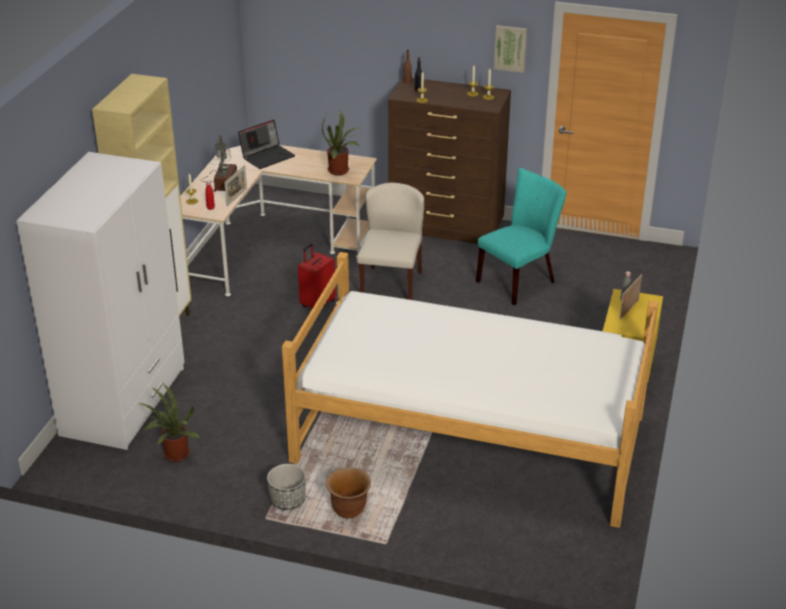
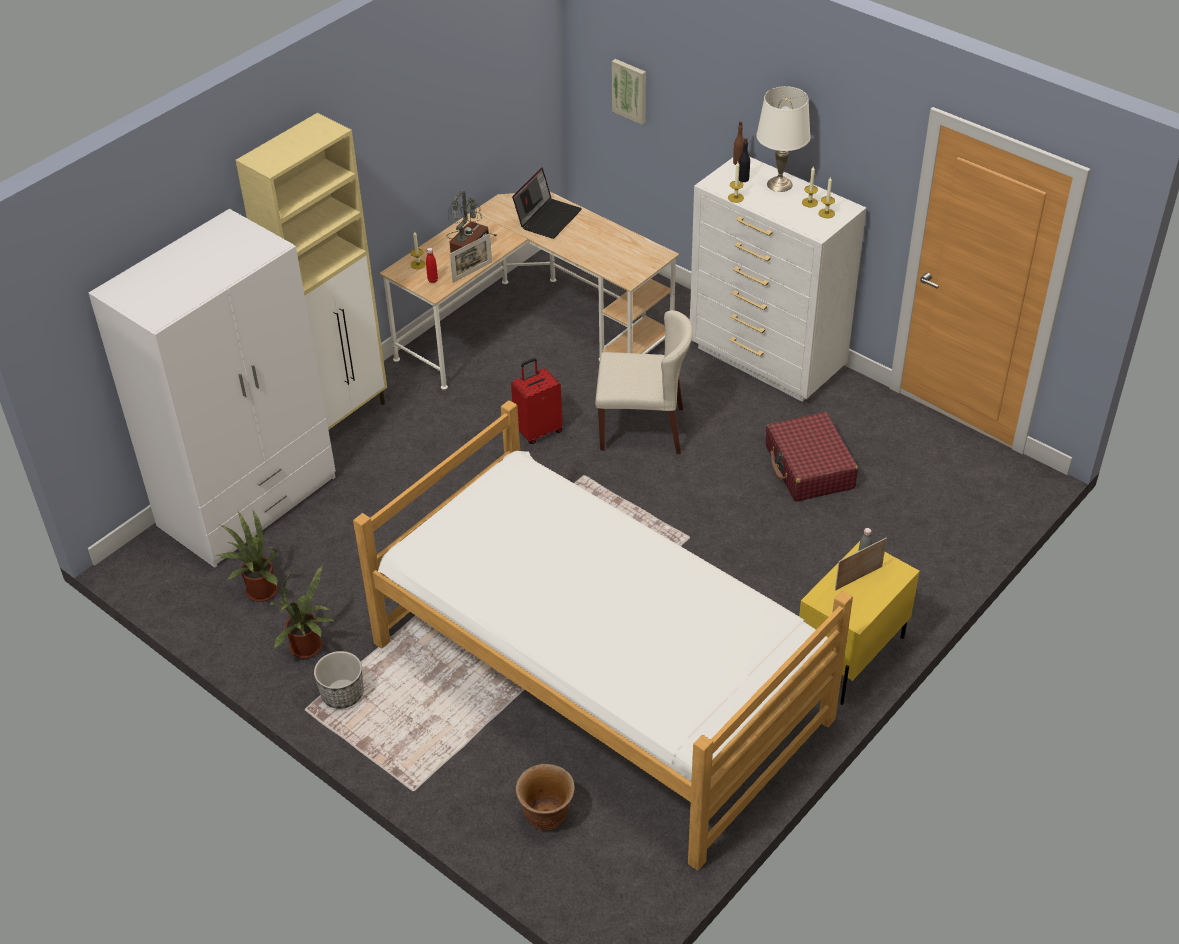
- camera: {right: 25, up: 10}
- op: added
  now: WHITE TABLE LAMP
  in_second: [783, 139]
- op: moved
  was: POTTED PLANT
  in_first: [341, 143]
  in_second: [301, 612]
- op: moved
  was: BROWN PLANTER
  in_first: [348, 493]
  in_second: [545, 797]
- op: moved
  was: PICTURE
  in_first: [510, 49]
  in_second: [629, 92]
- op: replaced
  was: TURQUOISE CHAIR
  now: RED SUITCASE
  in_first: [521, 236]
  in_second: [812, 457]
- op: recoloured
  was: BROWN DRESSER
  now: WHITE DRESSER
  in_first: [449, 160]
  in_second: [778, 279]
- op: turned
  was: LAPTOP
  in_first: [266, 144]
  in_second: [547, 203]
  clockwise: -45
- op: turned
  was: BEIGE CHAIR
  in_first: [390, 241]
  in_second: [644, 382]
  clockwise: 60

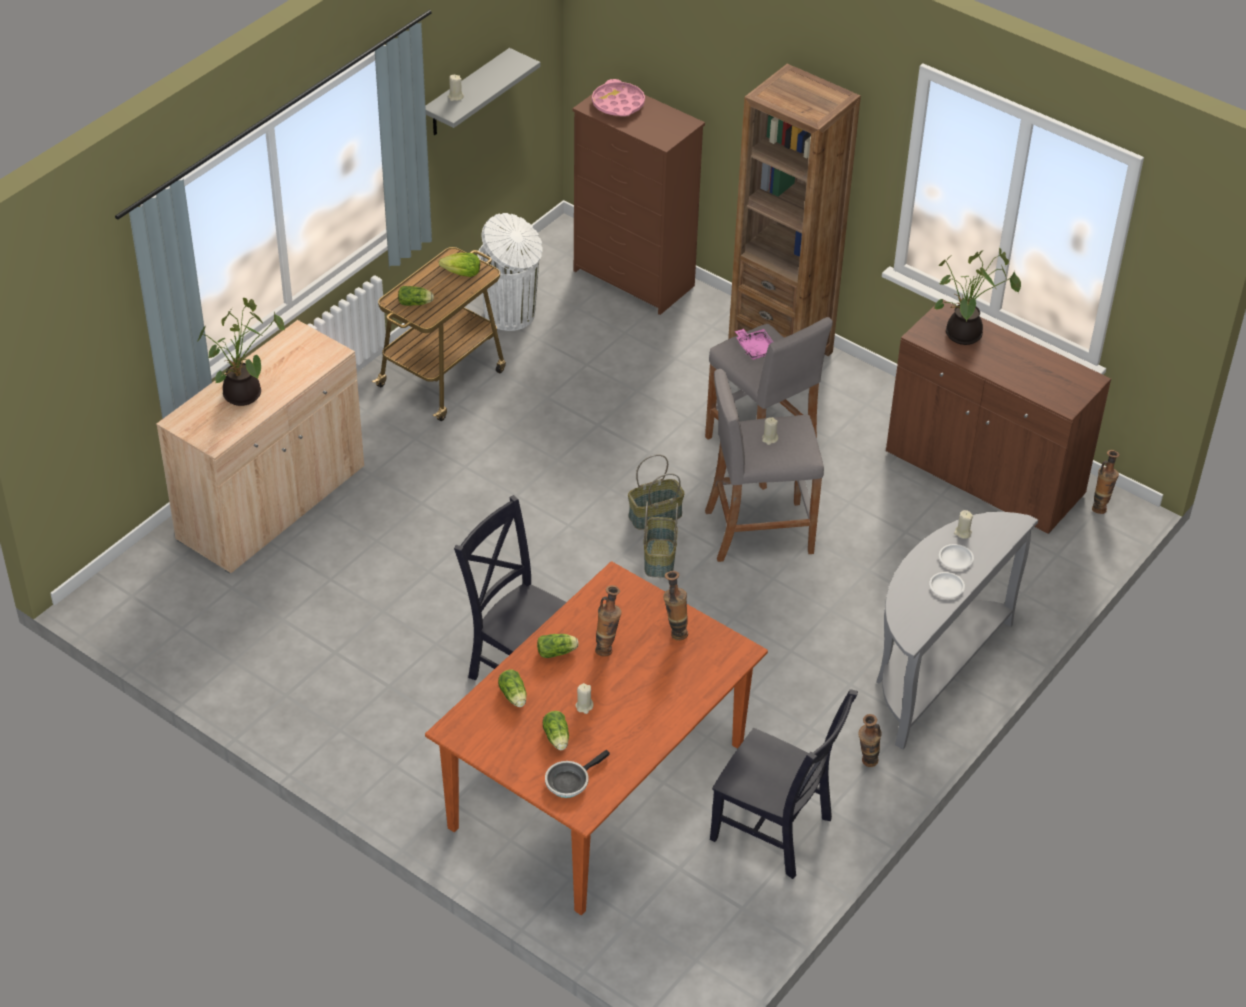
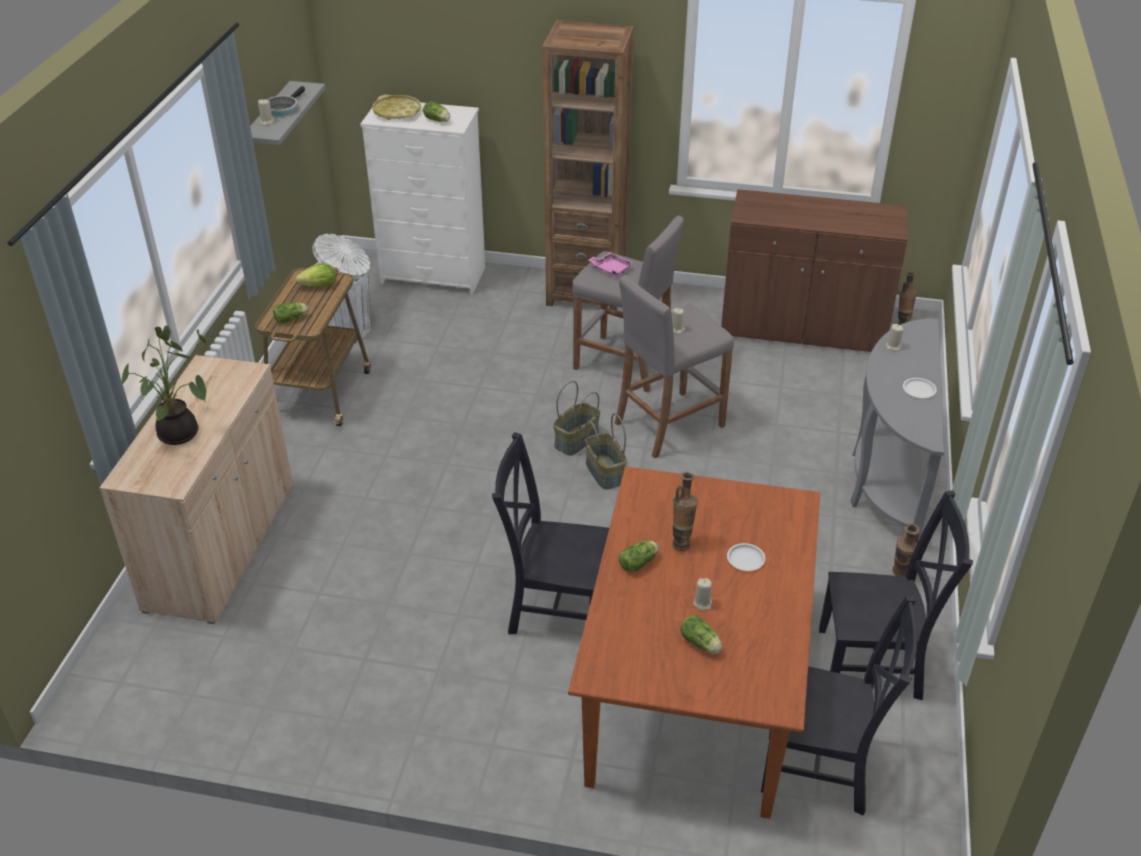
- camera: {right: -25, up: -5}
- op: removed
  was: VASE
  in_first: [675, 606]
- op: removed
  was: POTTED PLANT
  in_first: [978, 296]
- op: added
  now: BLACK CHAIR
  in_second: [839, 705]
- op: moved
  was: LETTUCE
  in_first: [512, 688]
  in_second: [436, 111]
- op: moved
  was: FRYING PAN
  in_first: [577, 774]
  in_second: [286, 101]
- op: moved
  was: WHITE PLATE
  in_first: [956, 556]
  in_second: [746, 557]
- op: recoloured
  was: BROWN DRESSER
  now: WHITE DRESSER
  in_first: [639, 204]
  in_second: [422, 198]
- op: recoloured
  was: PINK TRAY
  now: YELLOW TRAY
  in_first: [618, 97]
  in_second: [396, 107]

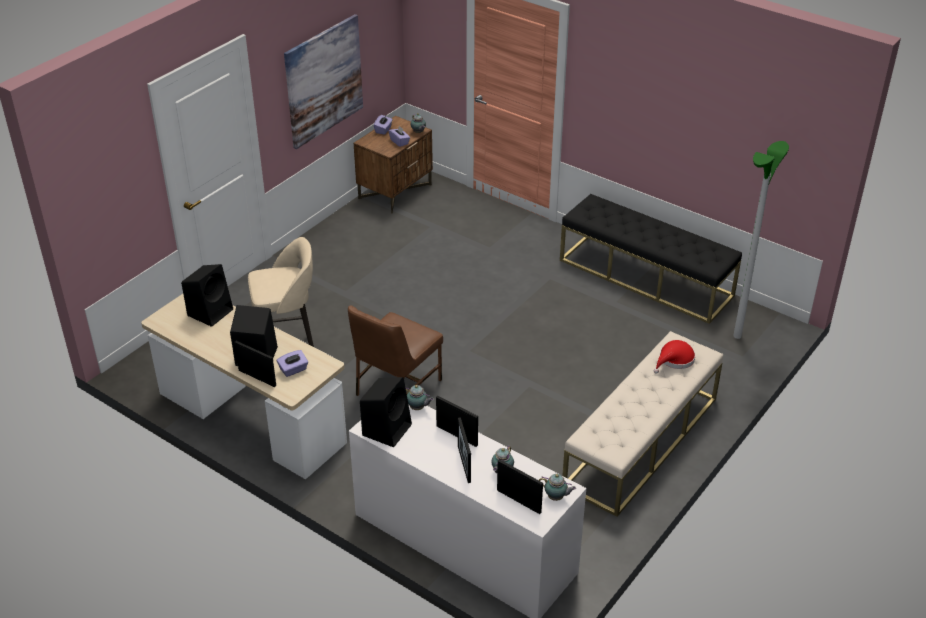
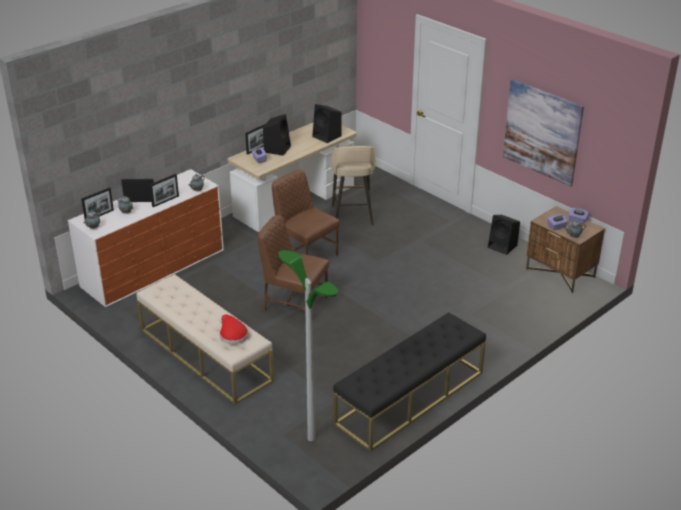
- camera: {right: 100, up: -5}
- op: added
  now: BROWN CHAIR
  in_second: [293, 263]
- op: moved
  was: BLACK SPEAKER
  in_first: [386, 412]
  in_second: [504, 235]

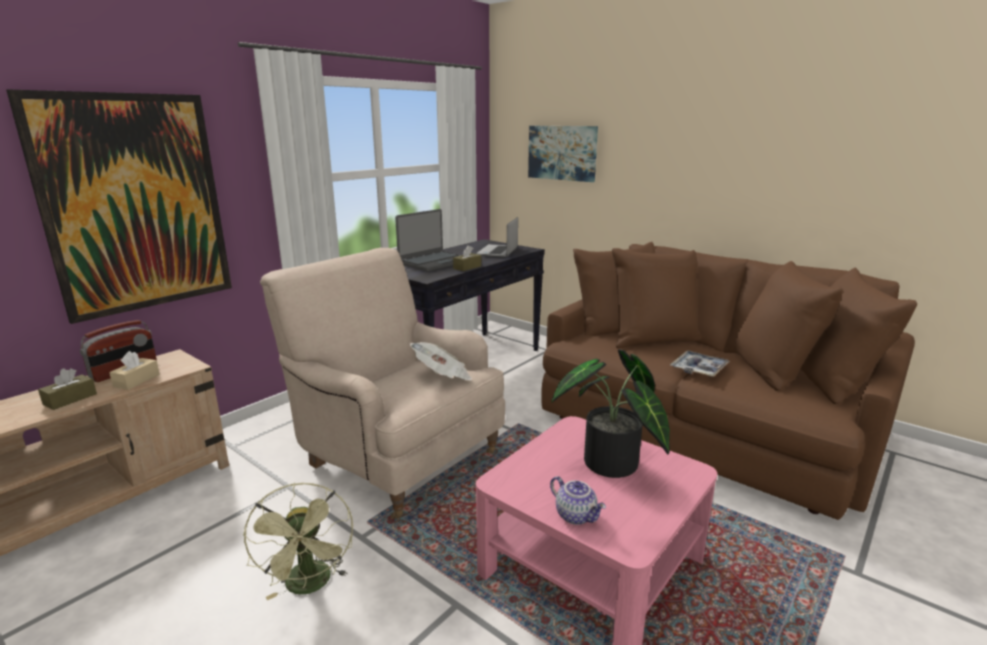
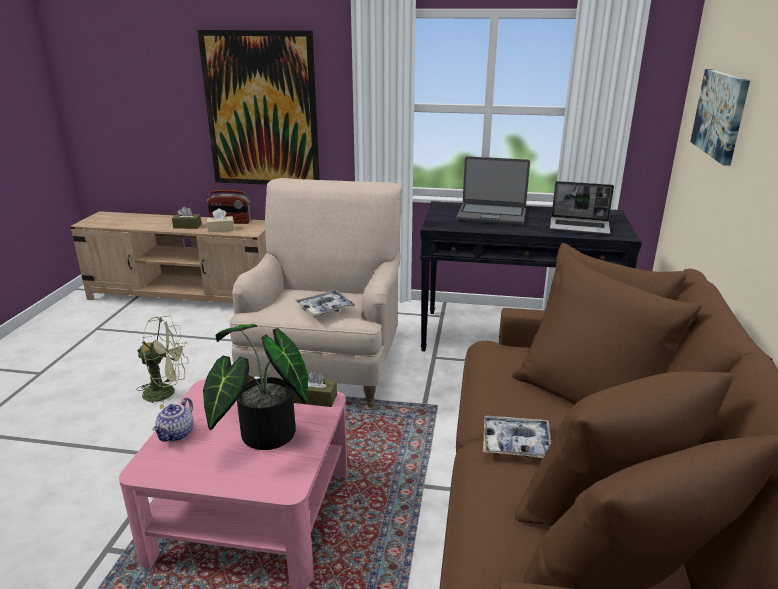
- camera: {right: 60, up: 5}
- op: moved
  was: BROWN TISSUE BOX
  in_first: [467, 258]
  in_second: [315, 389]
- op: replaced
  was: NEWSPAPER
  now: TRAY
  in_first: [441, 361]
  in_second: [325, 303]
- op: turned
  was: GREEN FAN
  in_first: [298, 541]
  in_second: [162, 362]
  clockwise: -135
- op: turned
  was: LAPTOP
  in_first: [497, 237]
  in_second: [582, 207]
  clockwise: -150

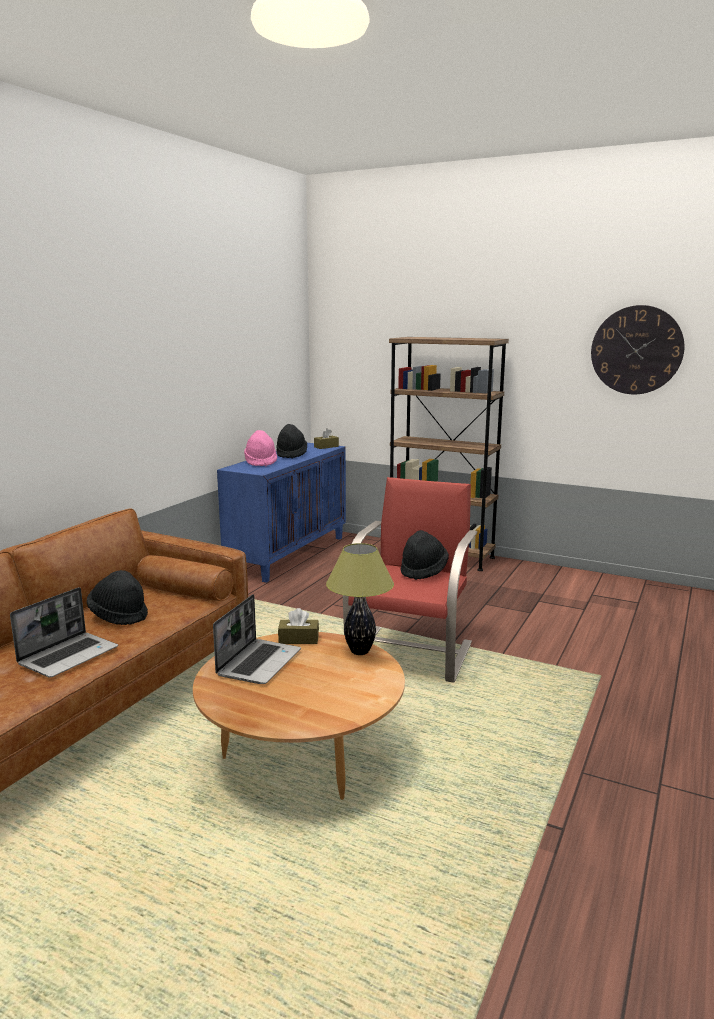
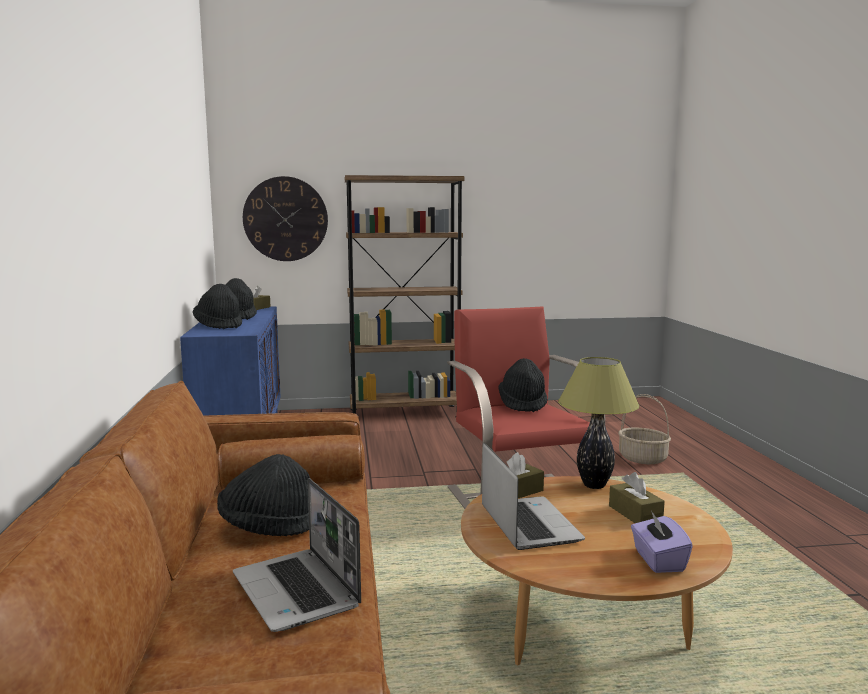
- camera: {right: -35, up: -5}
- op: added
  now: BROWN TISSUE BOX
  in_second: [637, 497]
- op: added
  now: BASKET
  in_second: [644, 429]
- op: added
  now: PURPLE TISSUE BOX
  in_second: [662, 542]
- op: moved
  was: WALL CLOCK
  in_first: [637, 349]
  in_second: [285, 218]
- op: recoloured
  was: PINK HAT
  now: BLACK HAT
  in_first: [260, 448]
  in_second: [217, 306]
- op: turned
  was: LAPTOP
  in_first: [64, 632]
  in_second: [297, 555]
  clockwise: 150

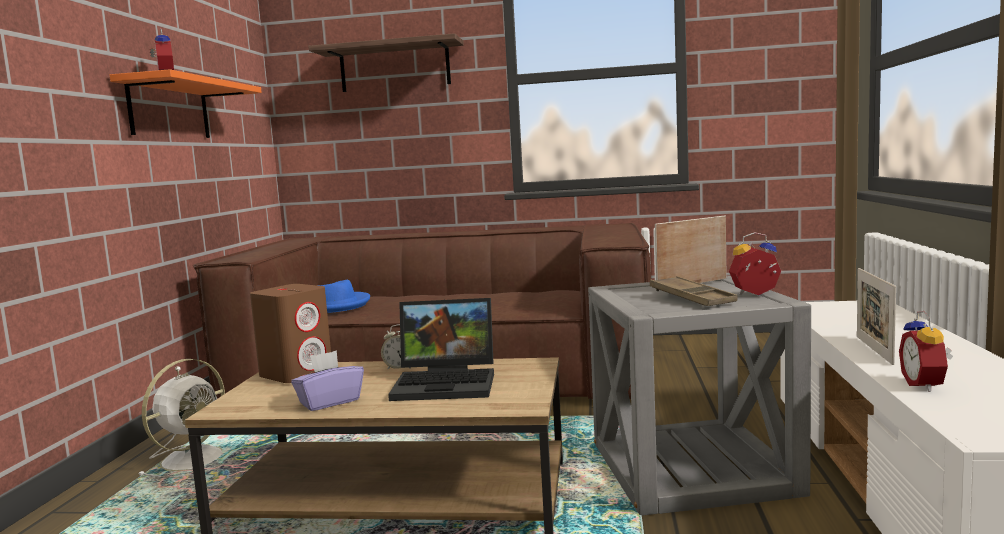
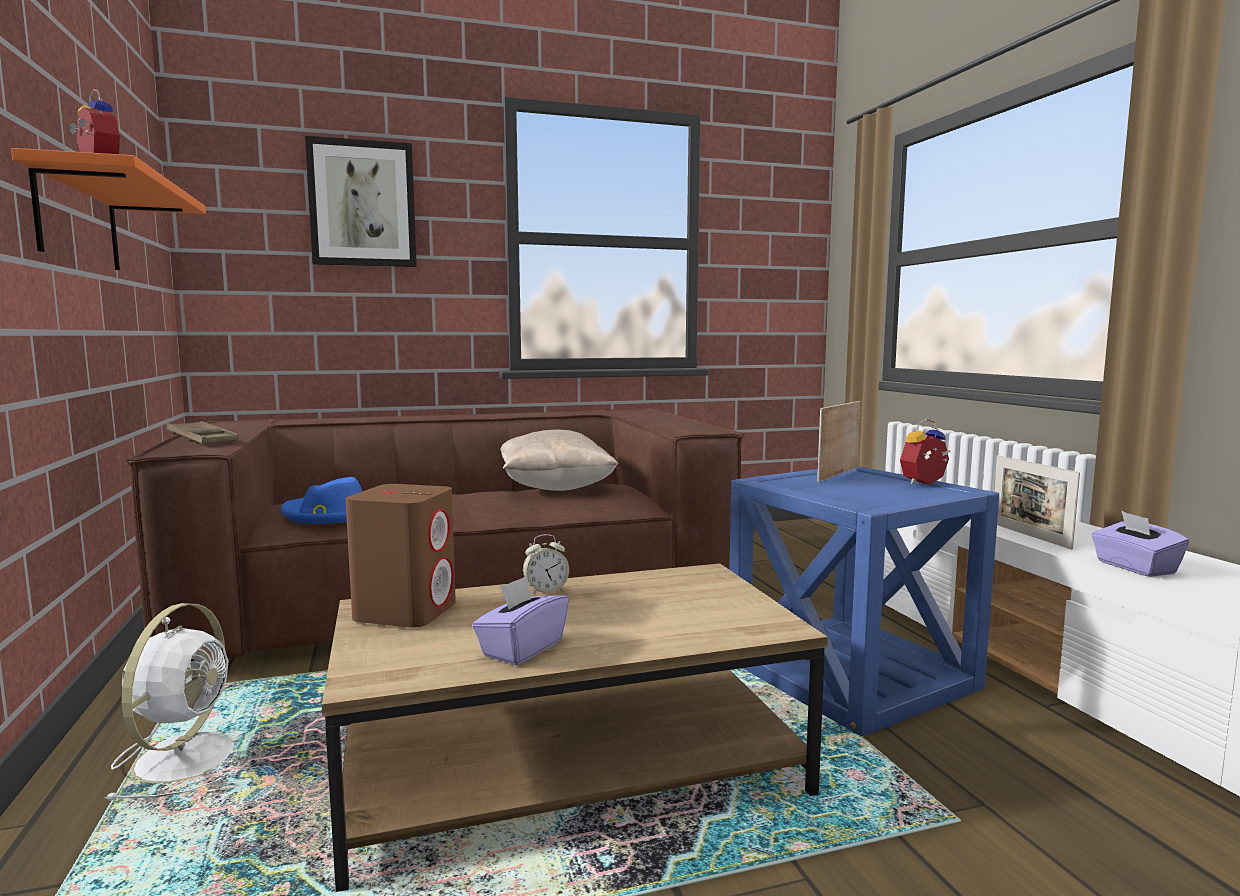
- camera: {right: -25, up: 0}
- op: removed
  was: LAPTOP
  in_first: [441, 349]
- op: added
  now: BEIGE PILLOW
  in_second: [559, 460]
- op: moved
  was: BROWN TRAY
  in_first: [694, 291]
  in_second: [203, 432]
- op: replaced
  was: SHELF
  now: PICTURE
  in_first: [386, 62]
  in_second: [361, 201]
- op: replaced
  was: ALARM CLOCK
  now: PURPLE TISSUE BOX
  in_first: [926, 351]
  in_second: [1140, 544]
- op: recoloured
  was: GREY SIDE TABLE
  now: BLUE SIDE TABLE
  in_first: [699, 396]
  in_second: [864, 601]

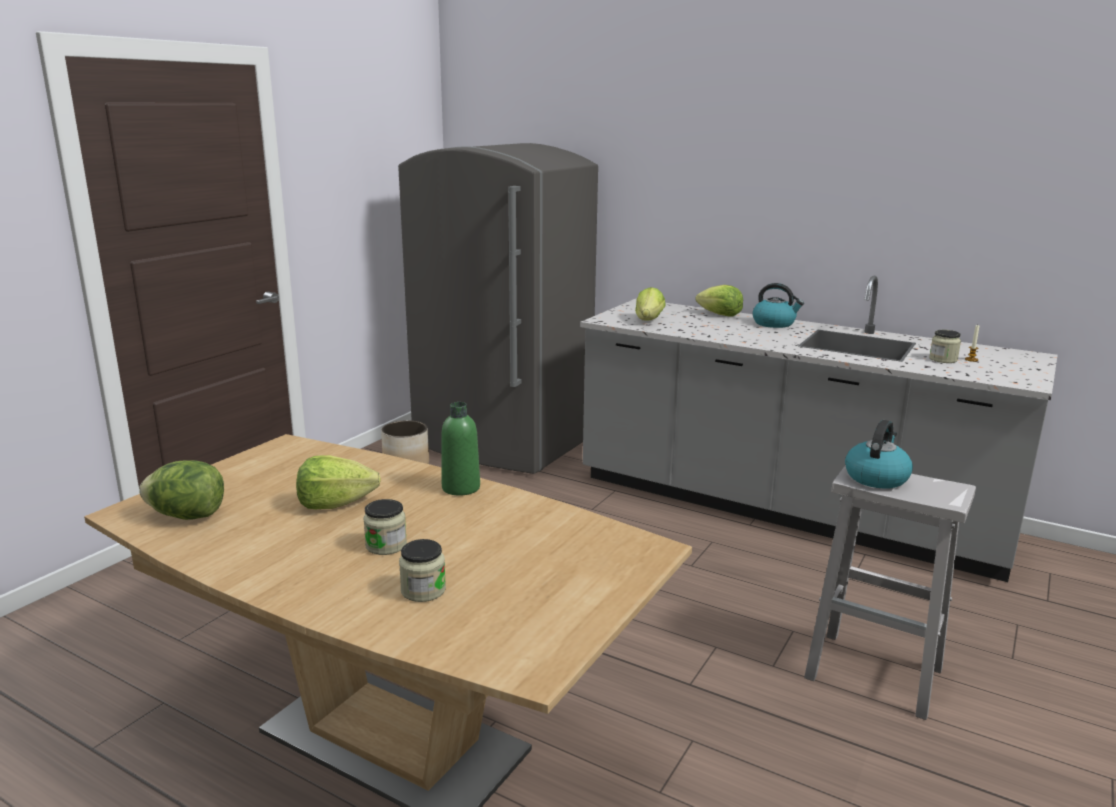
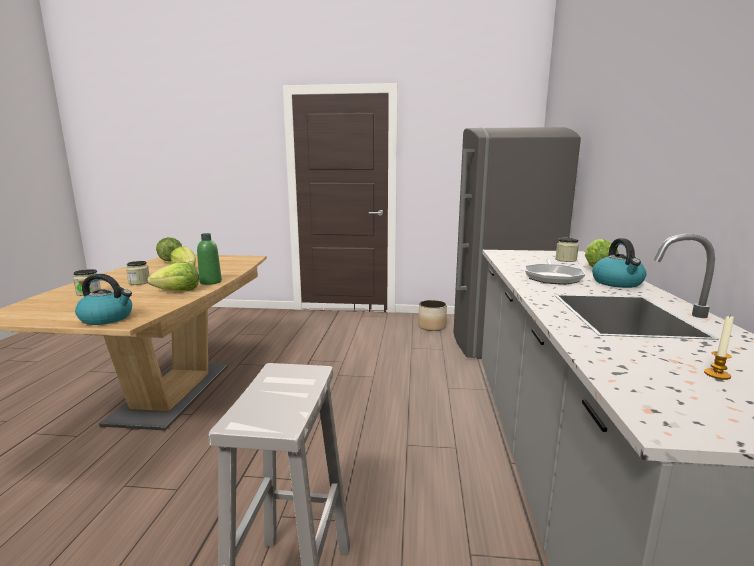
- camera: {right: 65, up: -5}
- op: added
  now: FRYING PAN
  in_second: [555, 272]
- op: moved
  was: LETTUCE
  in_first: [650, 304]
  in_second: [173, 276]
- op: moved
  was: KETTLE
  in_first: [879, 454]
  in_second: [103, 299]
- op: moved
  was: JAR
  in_first: [945, 346]
  in_second: [567, 250]

